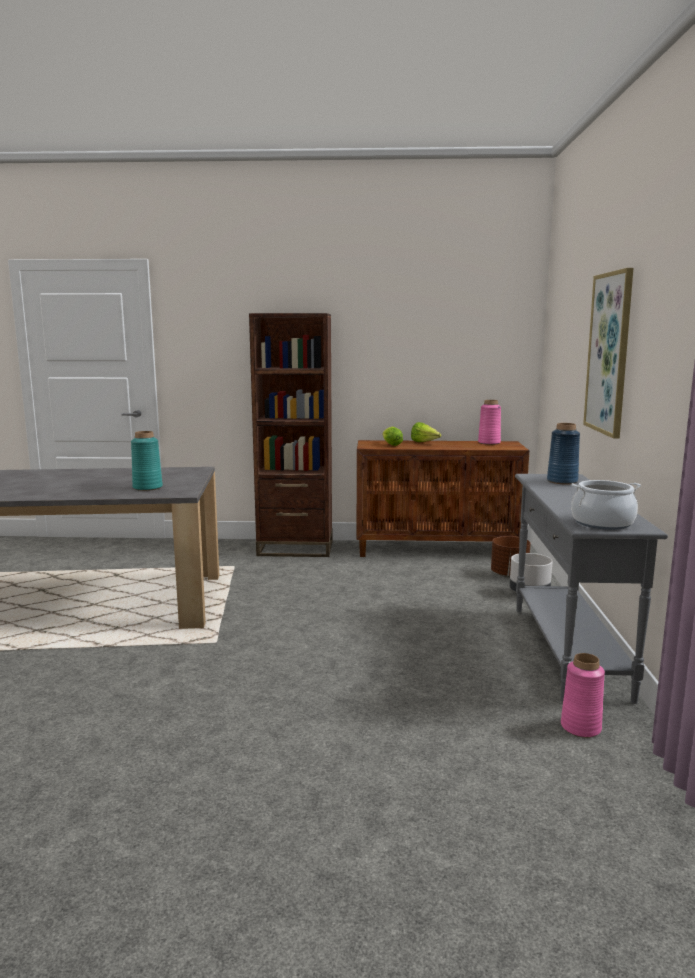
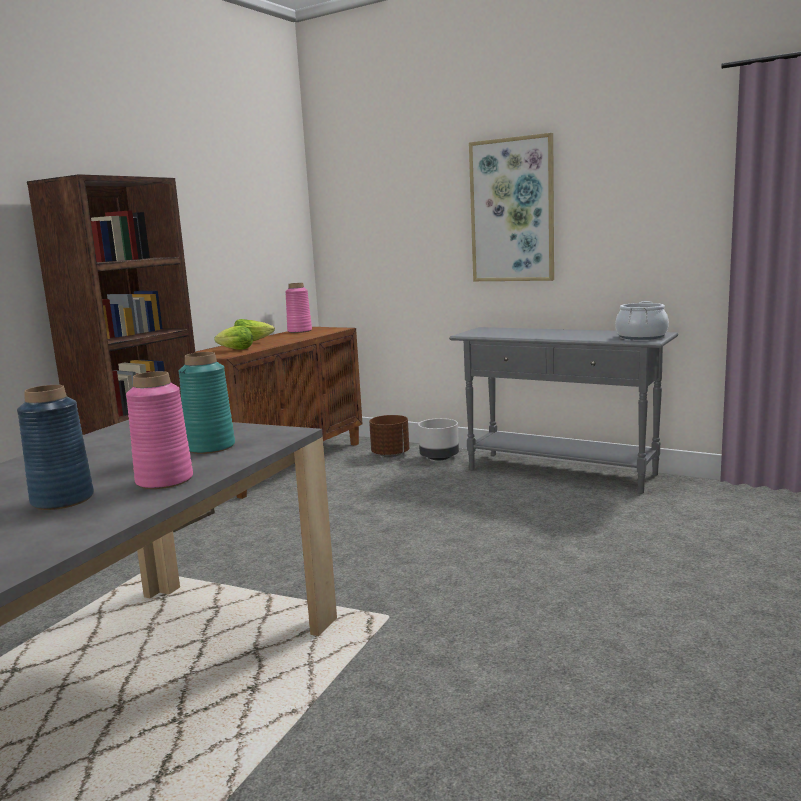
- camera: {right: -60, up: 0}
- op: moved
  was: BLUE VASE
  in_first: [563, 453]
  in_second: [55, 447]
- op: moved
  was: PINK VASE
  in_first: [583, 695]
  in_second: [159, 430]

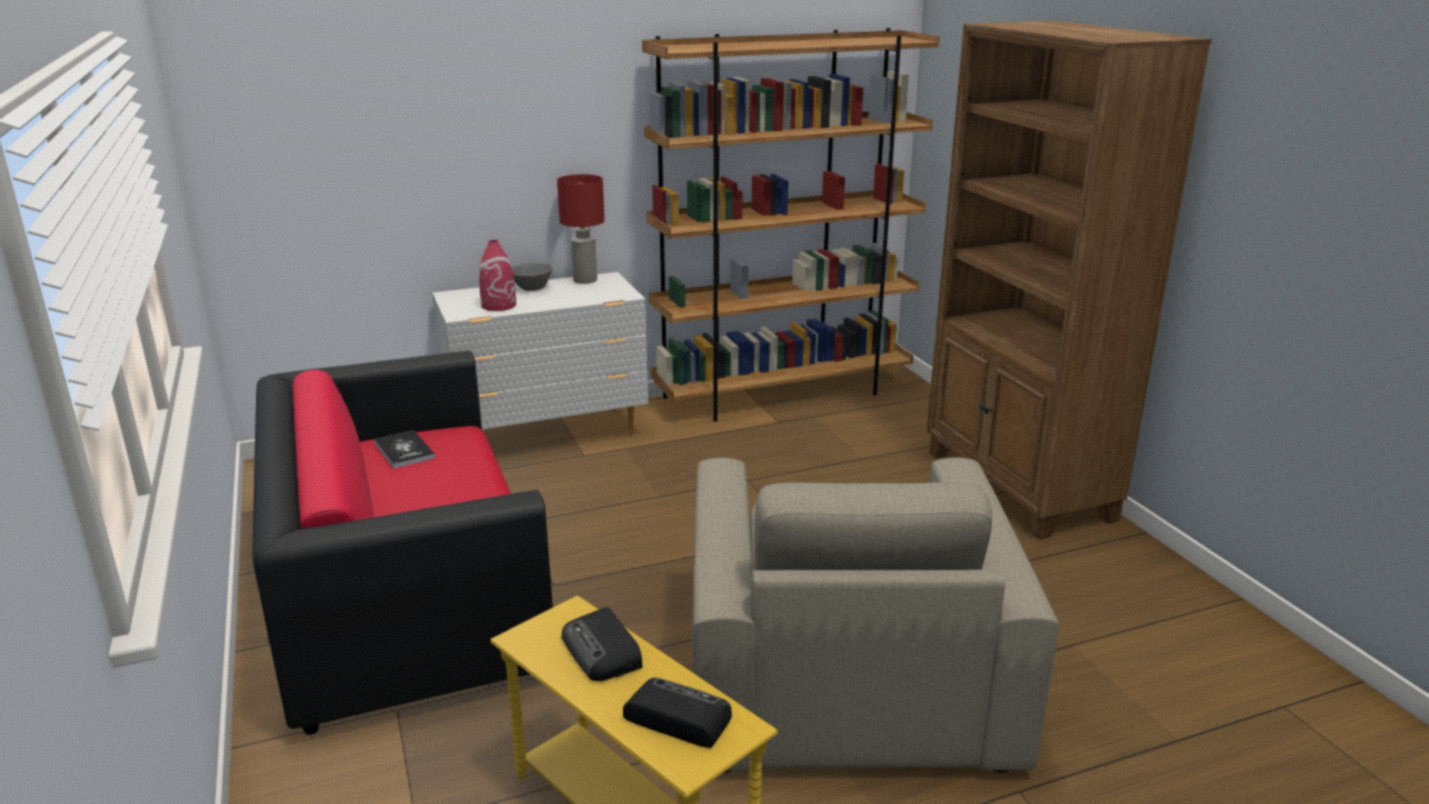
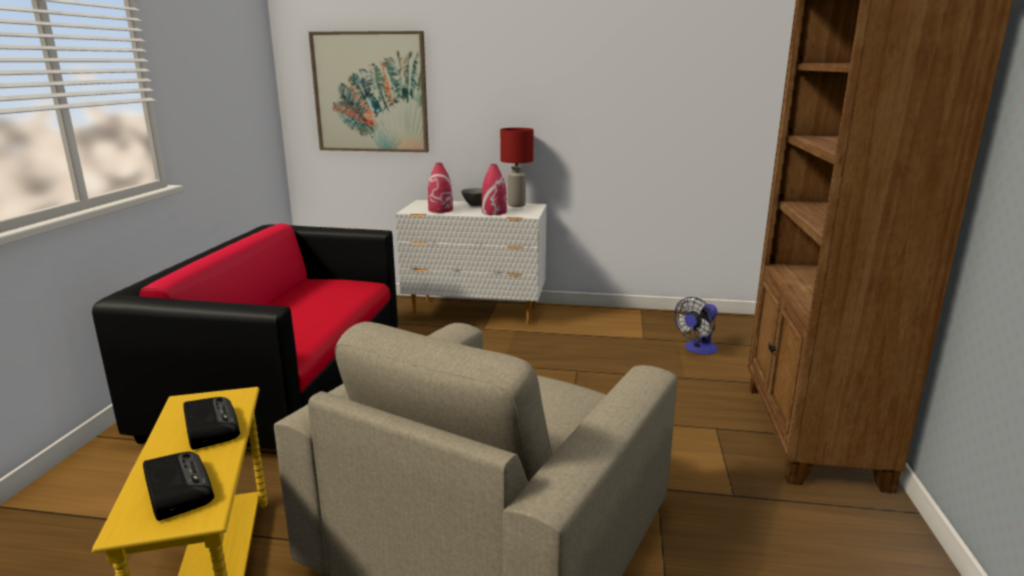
- camera: {right: 30, up: -5}
- op: removed
  was: BOOK
  in_first: [404, 449]
- op: removed
  was: BROWN BOOKCASE
  in_first: [791, 225]
- op: added
  now: PICTURE
  in_second: [369, 91]
- op: added
  now: RED VASE
  in_second: [494, 189]
- op: added
  now: FAN
  in_second: [696, 326]
- op: turned
  was: RADIO
  in_first: [602, 644]
  in_second: [211, 423]
  clockwise: 150

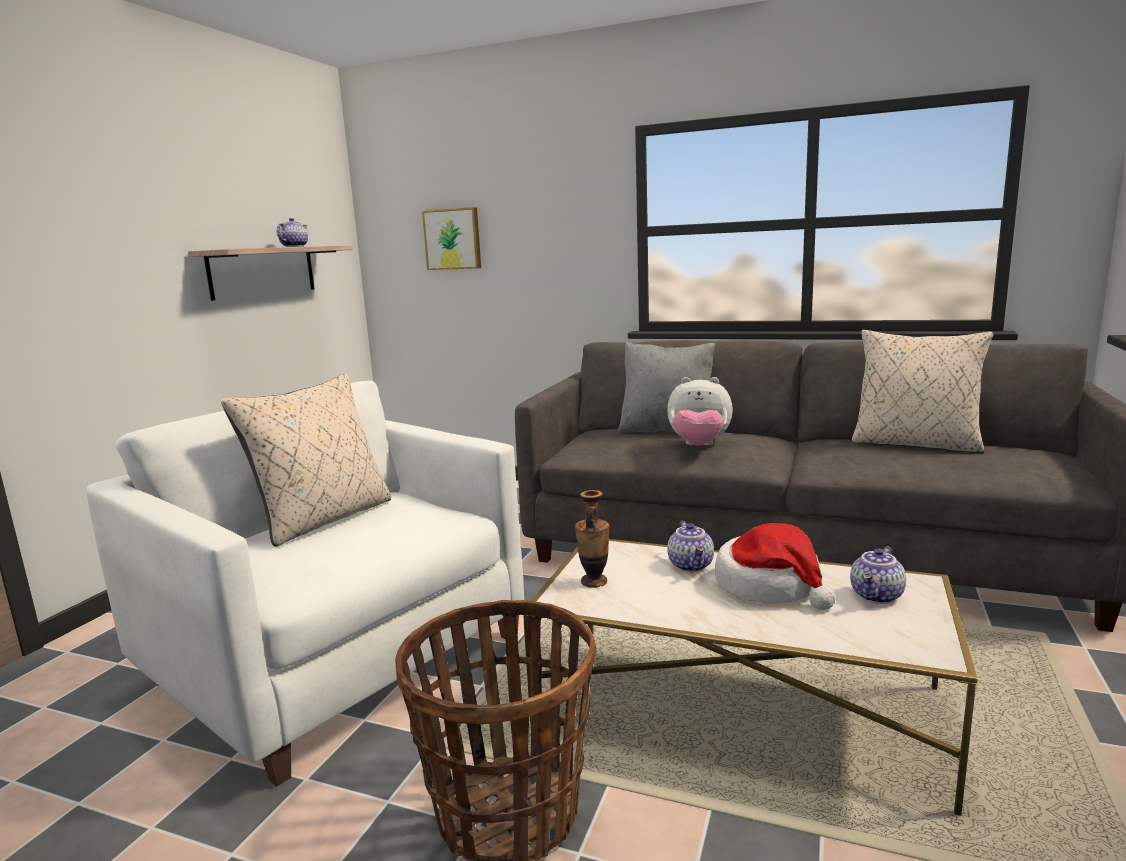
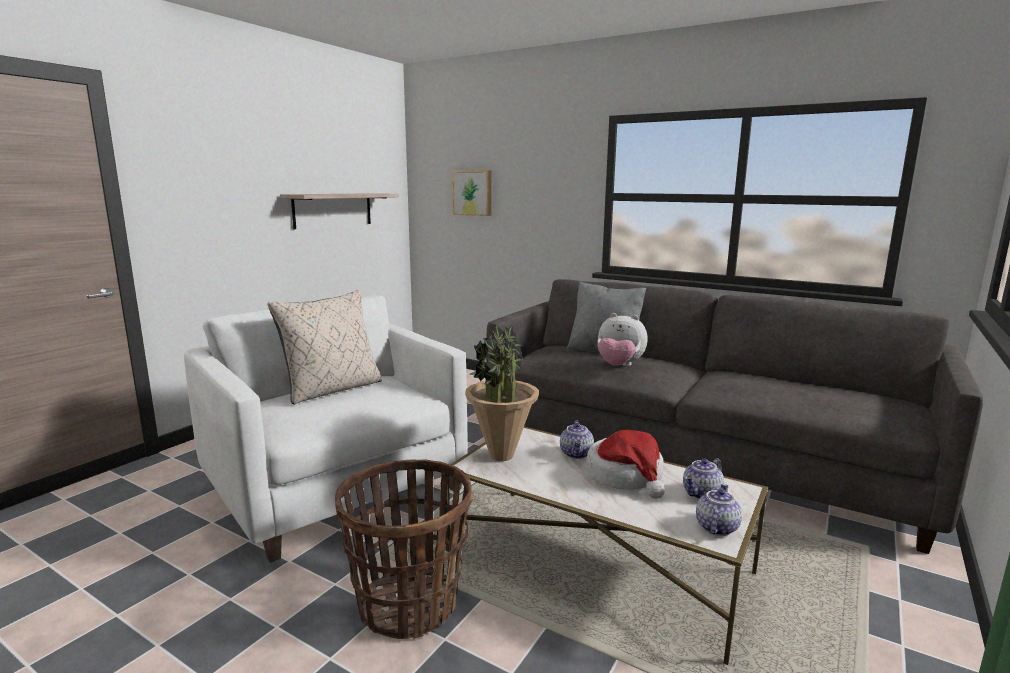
- camera: {right: 10, up: 0}
- op: removed
  was: BEIGE PILLOW
  in_first: [922, 391]
- op: moved
  was: TEAPOT
  in_first: [292, 232]
  in_second: [719, 510]
- op: replaced
  was: VASE
  now: POTTED PLANT
  in_first: [592, 539]
  in_second: [502, 392]

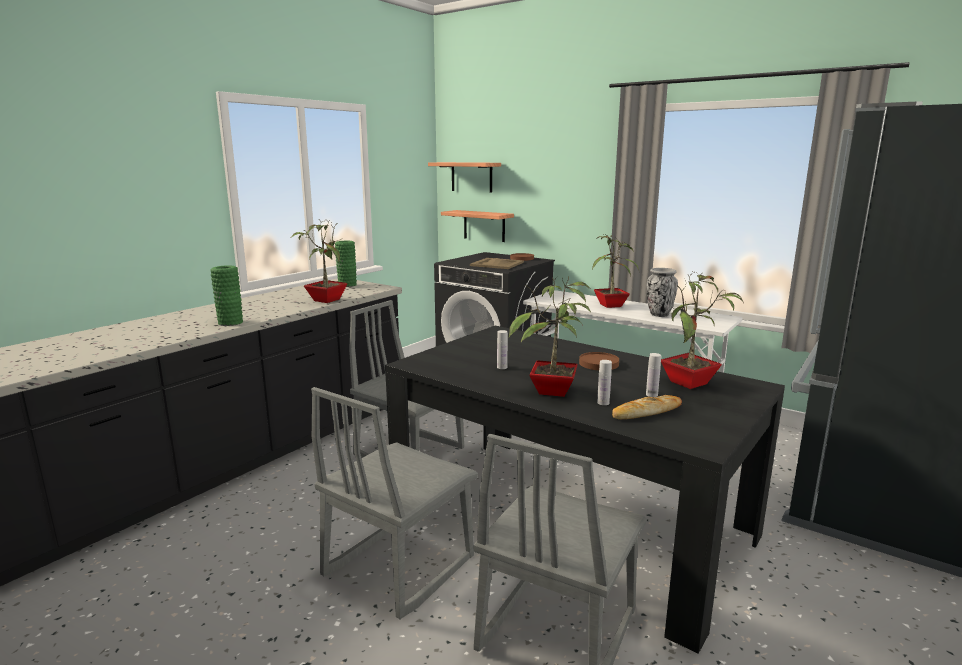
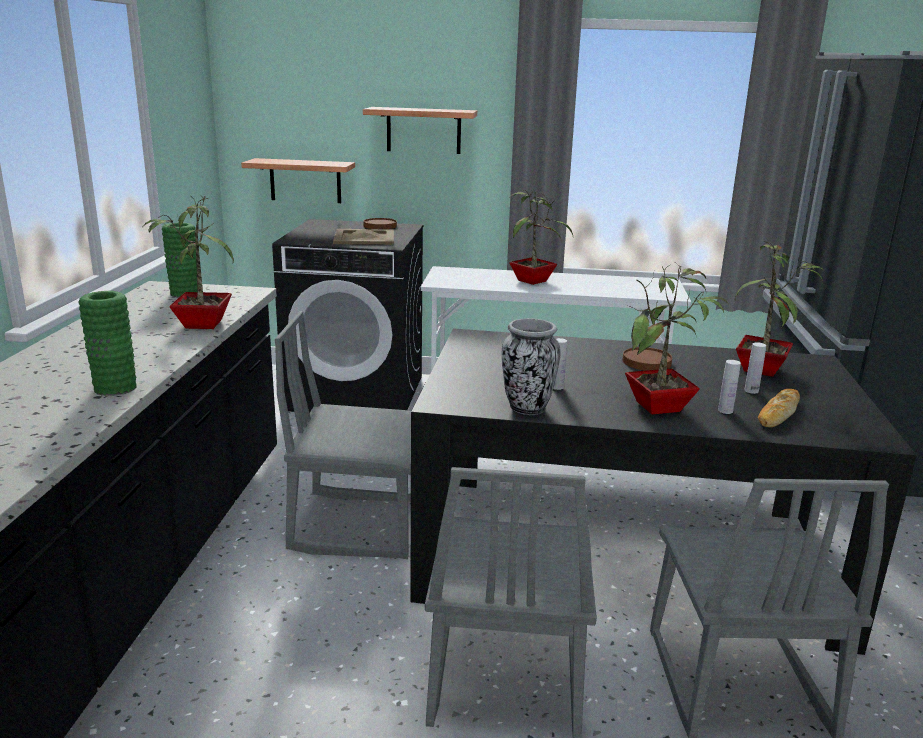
- camera: {right: -30, up: 5}
- op: moved
  was: SHELF
  in_first: [464, 177]
  in_second: [420, 130]
- op: moved
  was: VASE
  in_first: [662, 292]
  in_second: [531, 366]

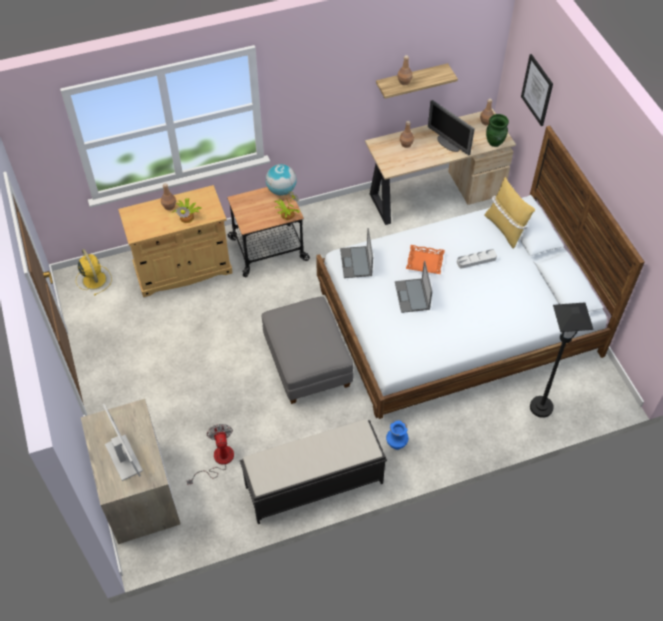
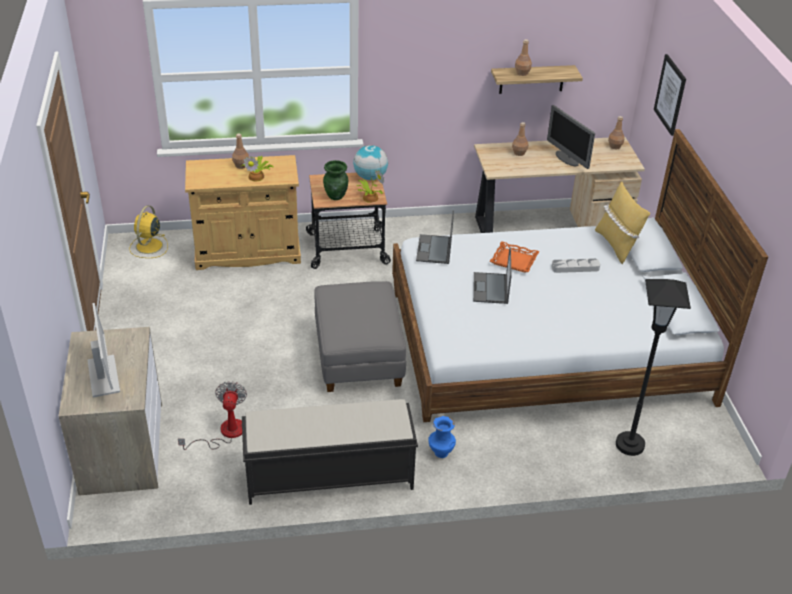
- camera: {right: 10, up: -15}
- op: moved
  was: GREEN VASE
  in_first: [497, 130]
  in_second: [335, 180]
- op: turned
  was: YELLOW FAN
  in_first: [94, 272]
  in_second: [148, 231]
  clockwise: -150

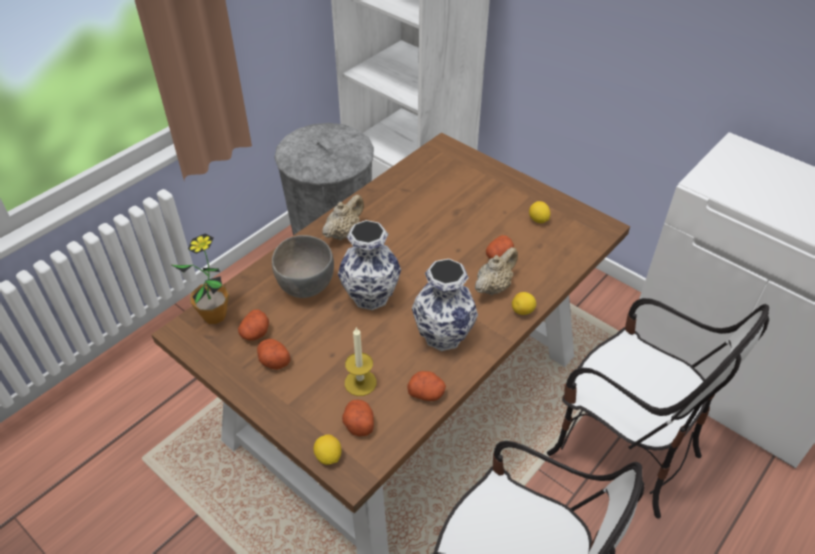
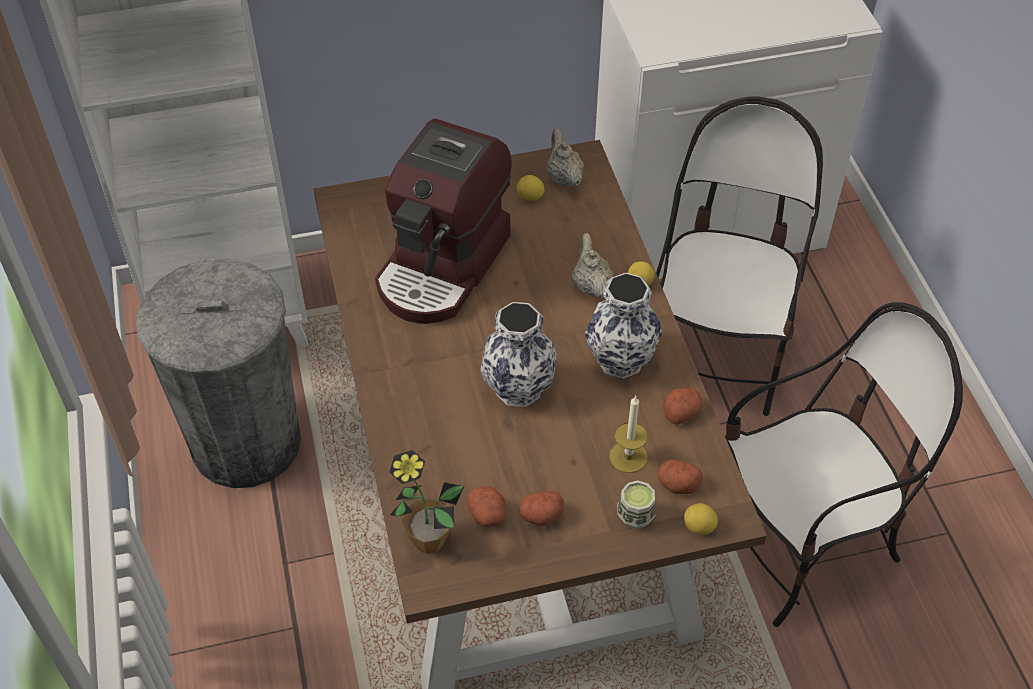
- camera: {right: -55, up: 5}
- op: removed
  was: GREY BOWL
  in_first: [303, 266]
- op: removed
  was: POTATO
  in_first: [500, 247]
- op: added
  now: COFFEE MACHINE
  in_second: [443, 221]
- op: added
  now: CUP
  in_second: [636, 505]
- op: moved
  was: BEIGE TEAPOT
  in_first: [343, 217]
  in_second: [565, 157]
- op: turned
  was: CHAIR
  in_first: [658, 408]
  in_second: [739, 256]
  clockwise: -60

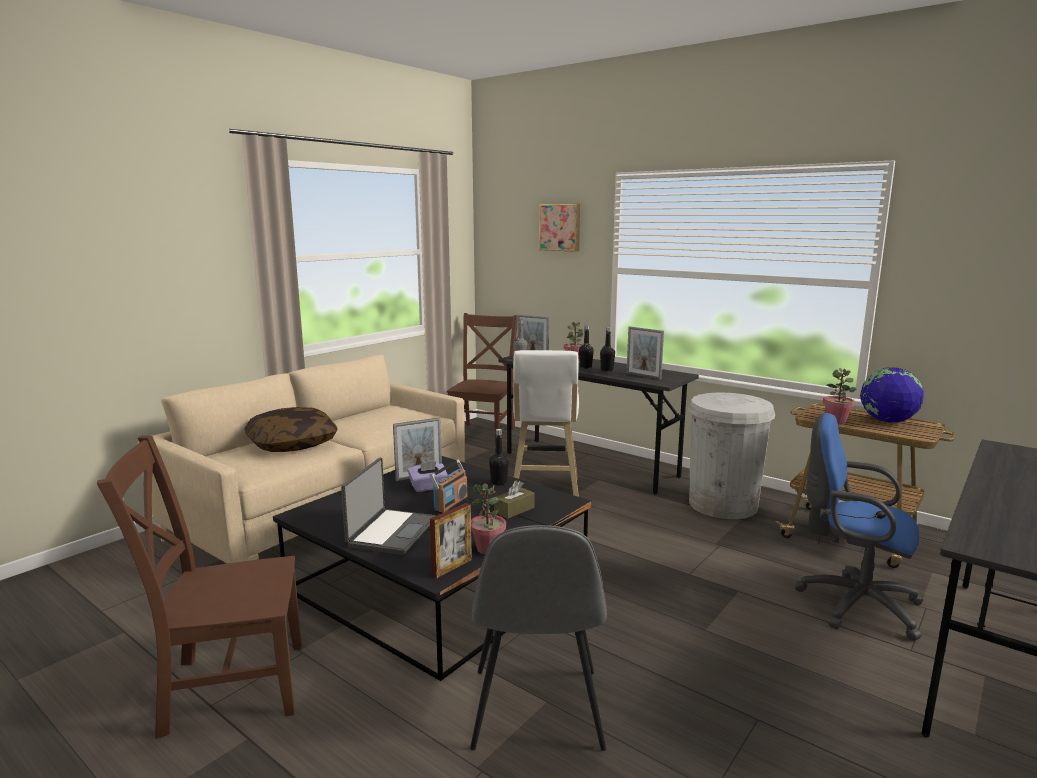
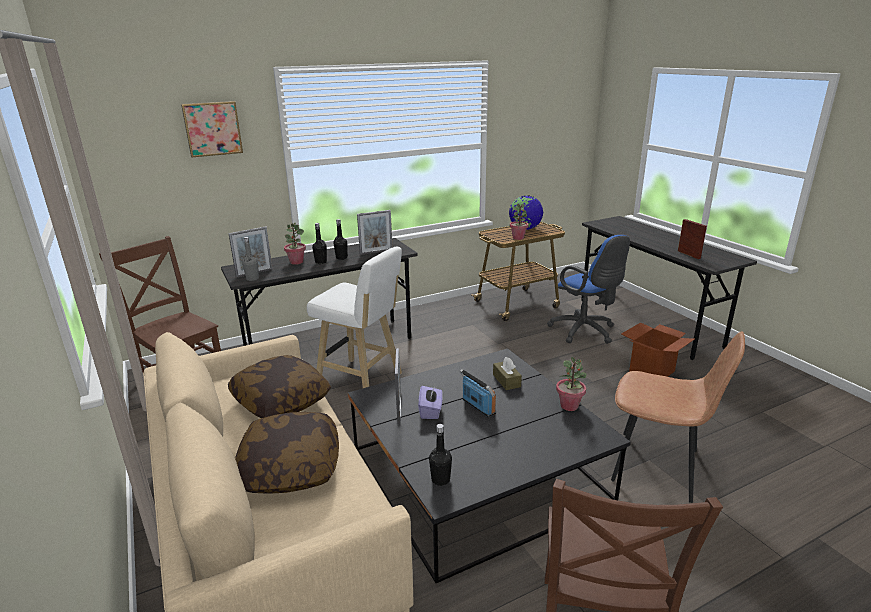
- camera: {right: -65, up: 10}
- op: removed
  was: LAPTOP
  in_first: [388, 506]
- op: removed
  was: WHITE TRASH CAN
  in_first: [731, 455]
- op: added
  now: PILLOW
  in_second: [279, 386]
- op: added
  now: CARDBOARD BOX
  in_second: [658, 349]
- op: moved
  was: PICTURE FRAME
  in_first: [451, 541]
  in_second: [692, 239]
- op: moved
  was: BLACK BOTTLE
  in_first: [499, 457]
  in_second: [440, 455]
- op: recoloured
  was: GREY CHAIR
  now: BROWN CHAIR
  in_first: [538, 638]
  in_second: [678, 417]
- op: turned
  was: BLUE OFFICE CHAIR
  in_first: [859, 527]
  in_second: [588, 289]
  clockwise: -90

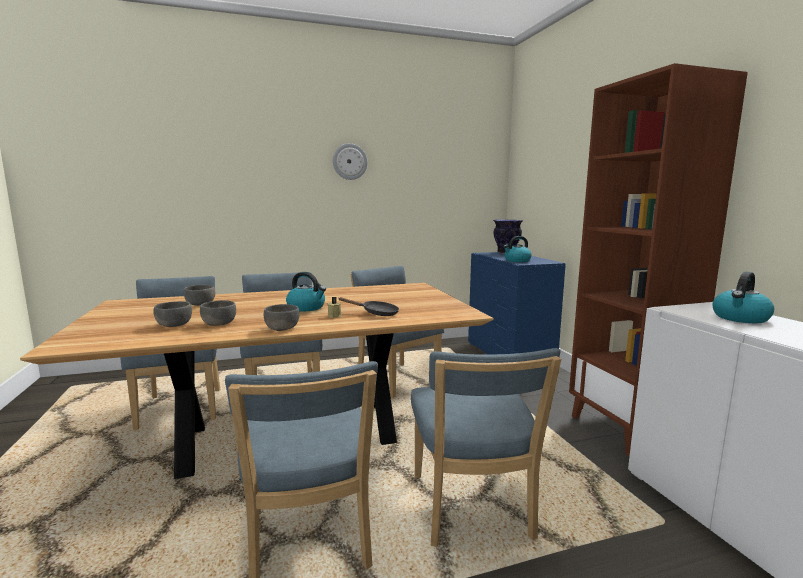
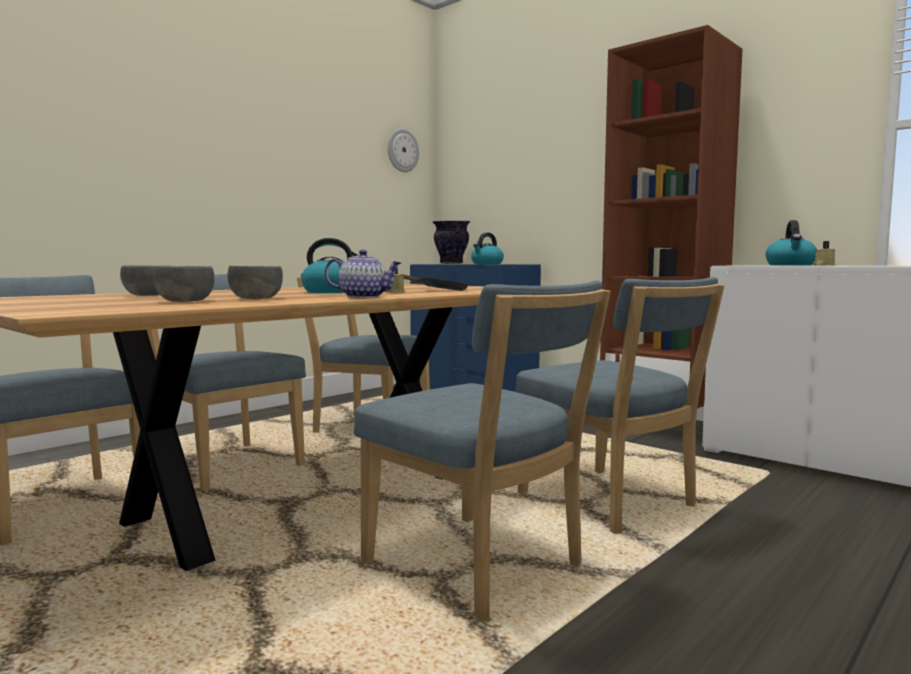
- camera: {right: -30, up: -5}
- op: added
  now: BEIGE CANDLE
  in_second: [824, 253]
- op: moved
  was: WALL CLOCK
  in_first: [350, 161]
  in_second: [403, 150]
- op: replaced
  was: GREY BOWL
  now: TEAPOT
  in_first: [281, 317]
  in_second: [363, 274]

